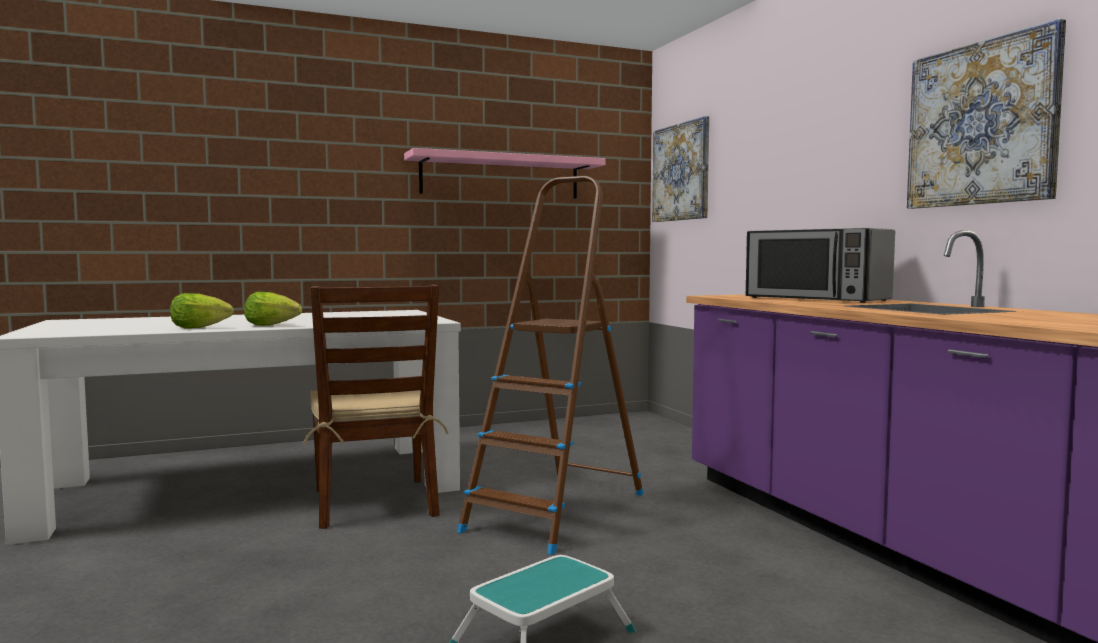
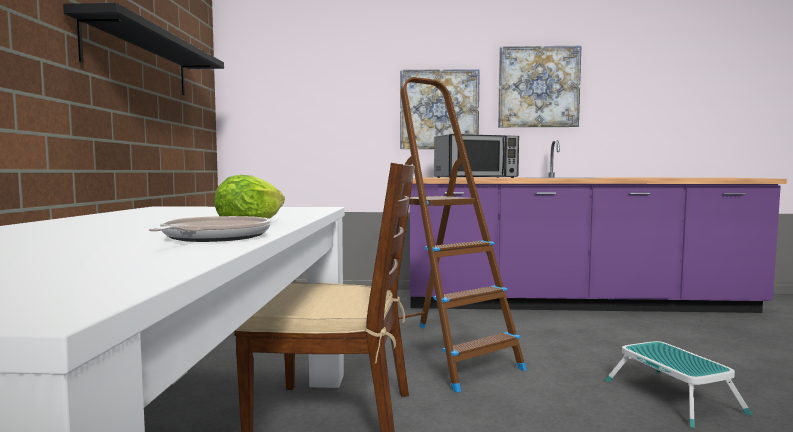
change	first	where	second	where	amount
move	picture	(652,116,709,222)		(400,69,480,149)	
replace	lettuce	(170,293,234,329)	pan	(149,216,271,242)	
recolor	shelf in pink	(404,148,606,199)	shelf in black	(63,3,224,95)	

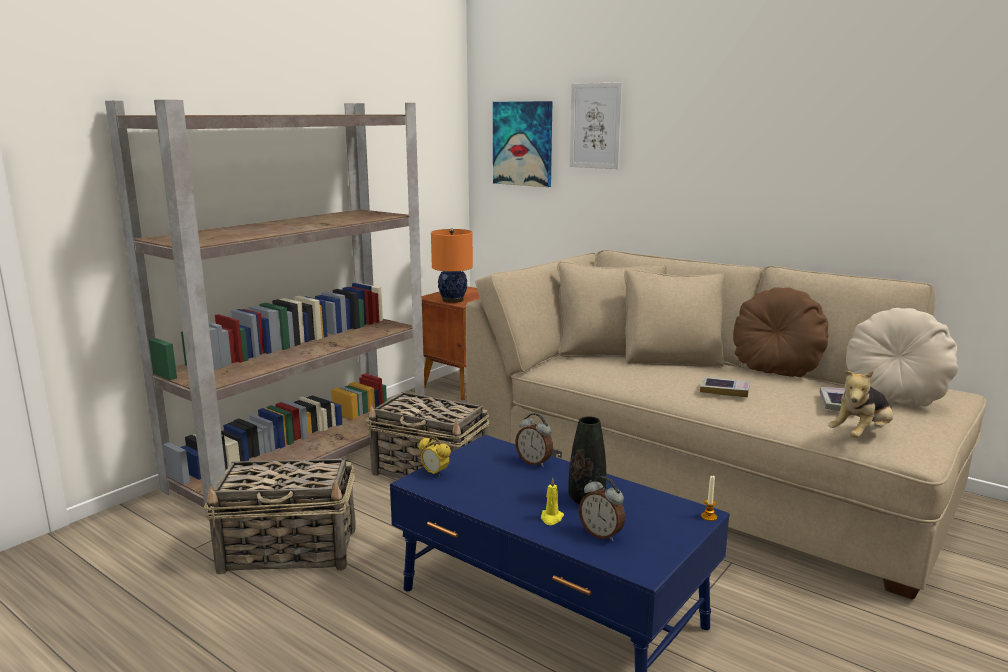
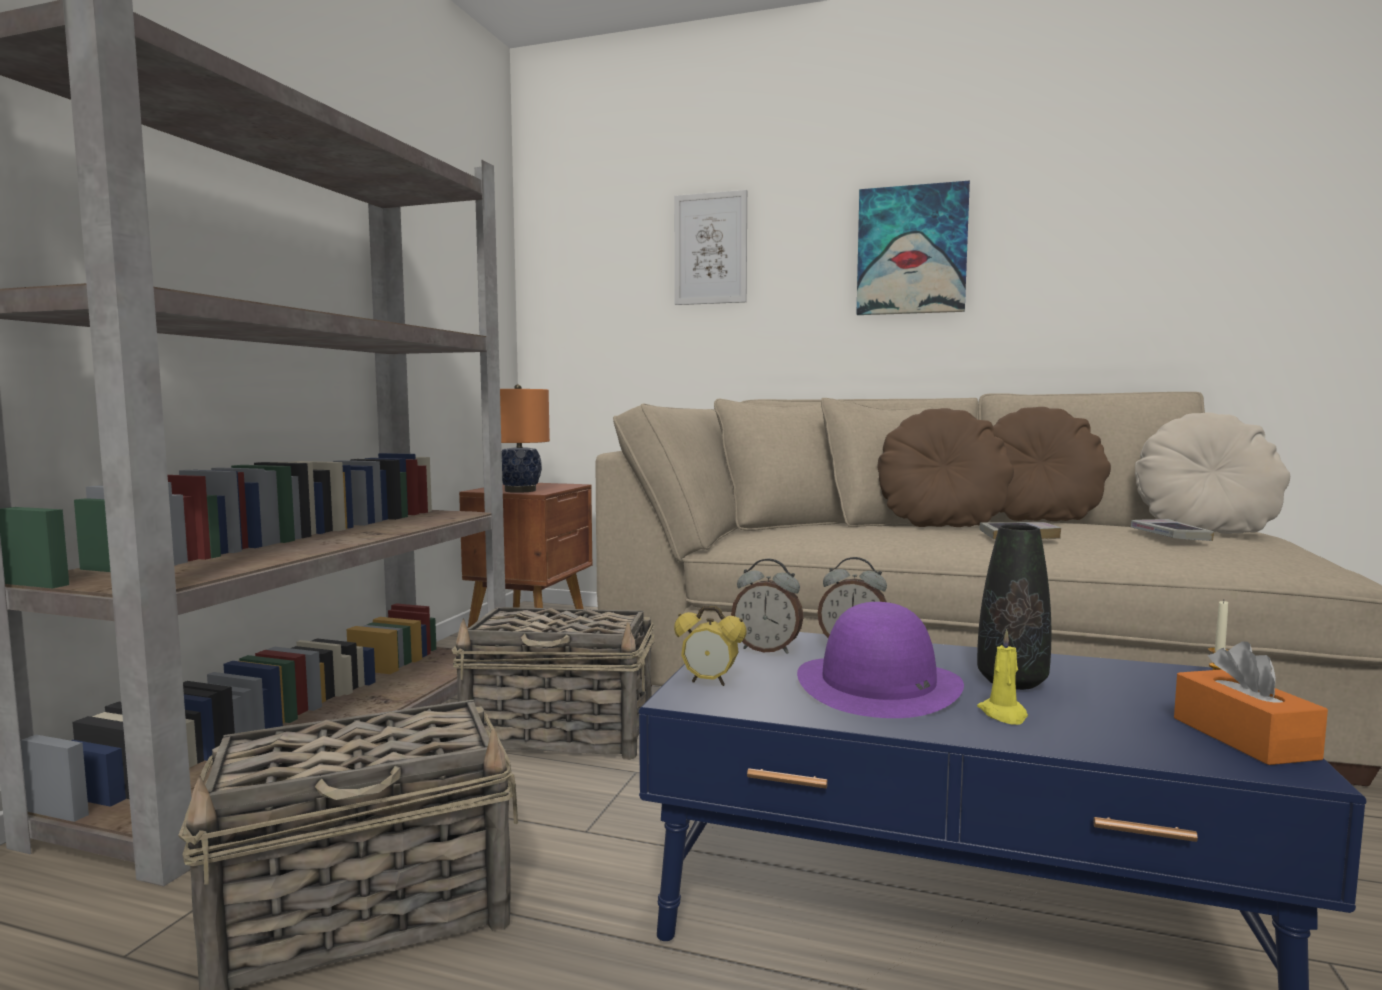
change	first	where	second	where	amount
delete	cuddly toy	(828,370,893,438)			
insert			clothing hat in purplish	(797,602,964,718)	
insert			throw pillow in brownish	(877,408,1014,527)	
insert			box of tissues in orange-coloured	(1174,641,1328,765)	
move	picture	(493,101,552,187)		(856,180,970,315)	
move	alarm clock	(579,476,625,541)		(731,559,803,654)	

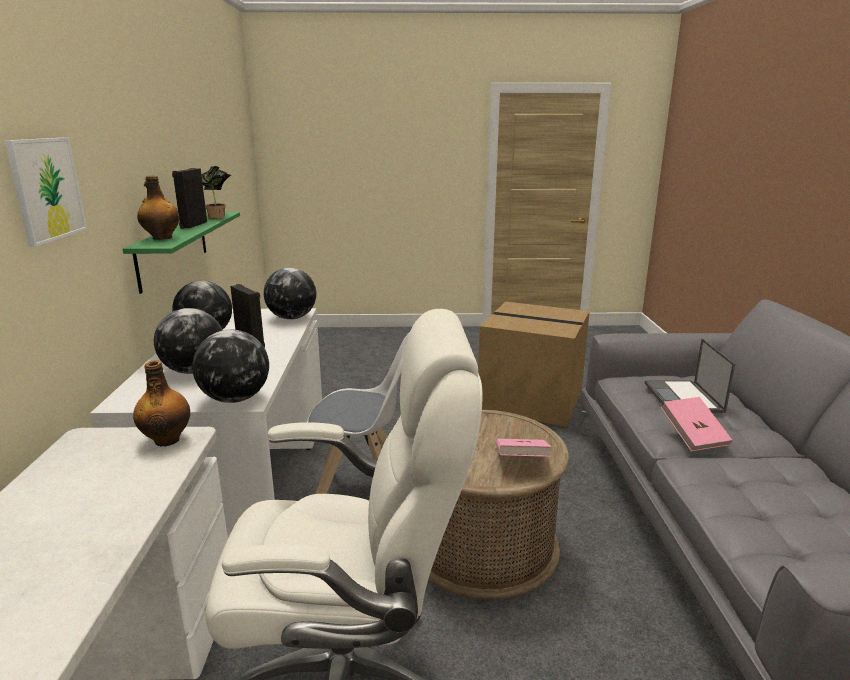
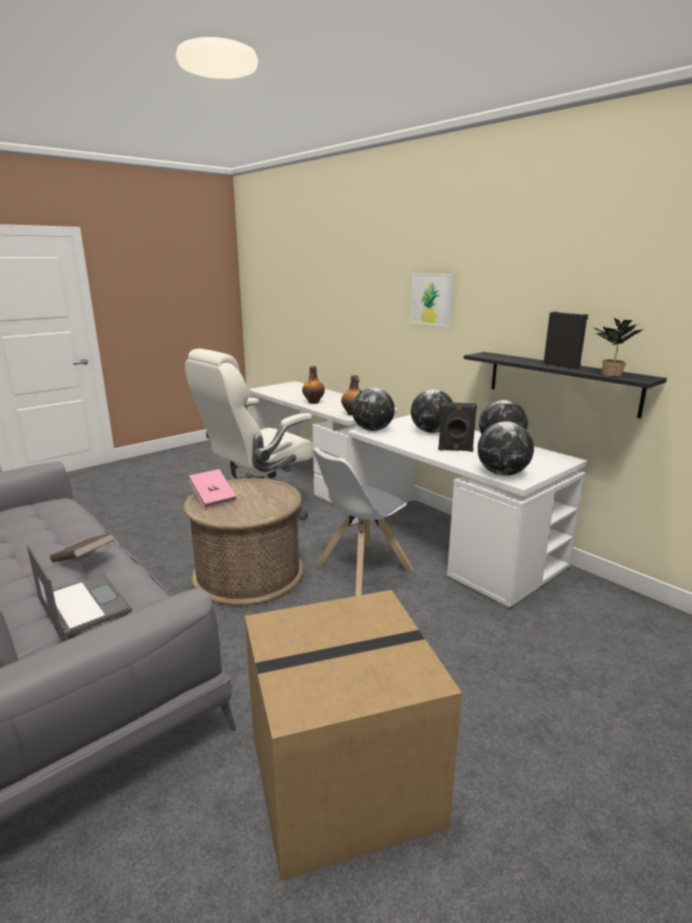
change	first	where	second	where	amount
move	bottle	(137,176,180,240)		(302,366,325,404)	
recolor	shelf in green	(123,212,240,294)	shelf in black	(464,352,667,419)	
recolor	volume in pink	(661,397,733,452)	volume in brownish	(50,533,114,563)	

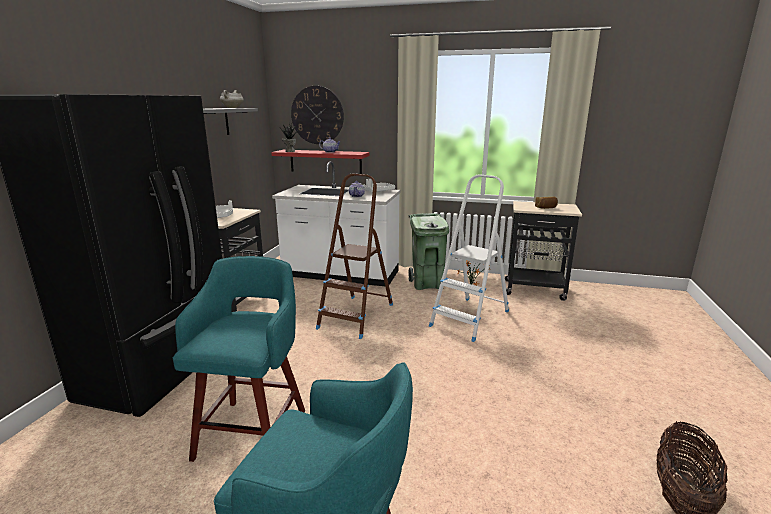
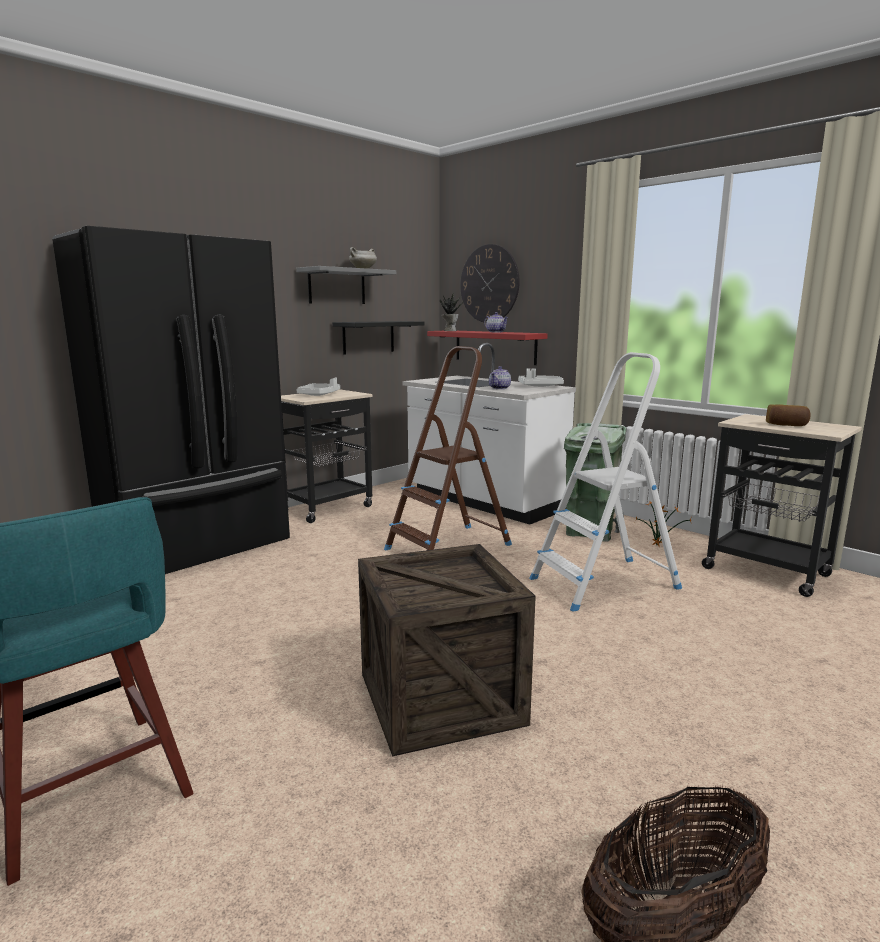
change	first	where	second	where	amount
delete	stool seat in turquoise-coloured	(173,256,305,462)			
insert			shelf in black	(332,321,424,355)	
insert			shipping crate	(358,544,536,757)	

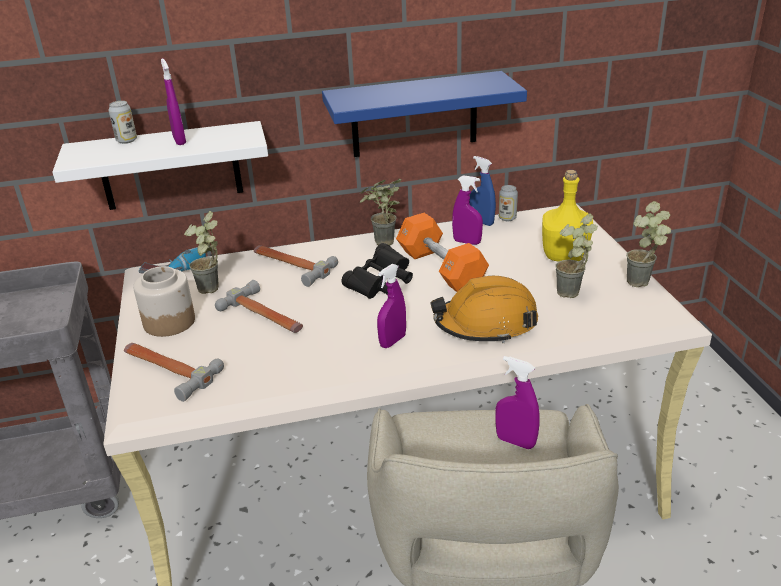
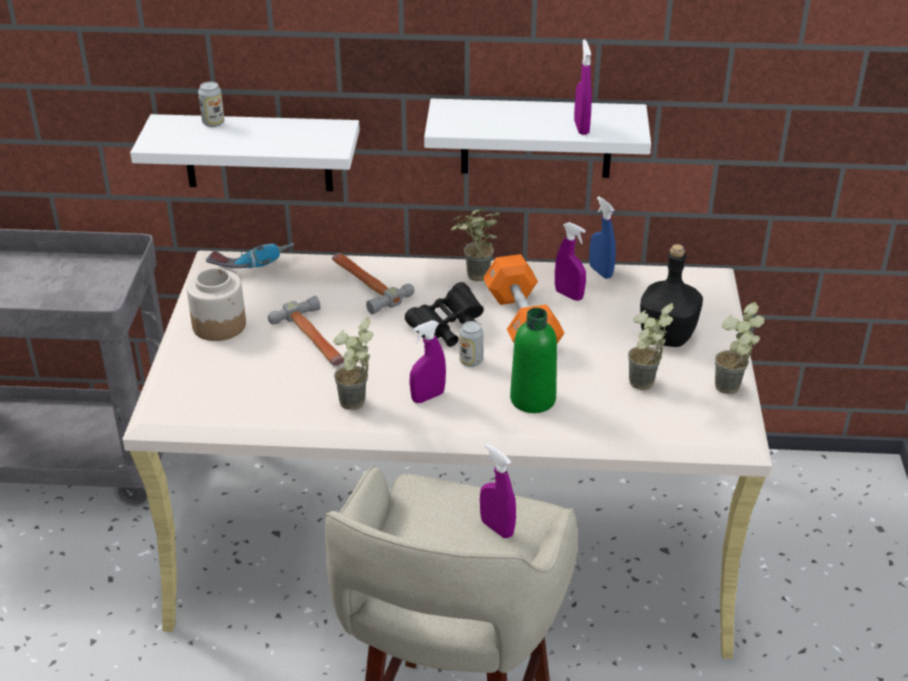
change	first	where	second	where	amount
delete	hammer	(124,343,224,402)			
move	hand sprayer in purplish	(161,58,186,145)		(574,39,592,135)	
move	houseplant	(184,211,219,294)		(333,317,374,410)	
move	metal can	(499,185,518,221)		(459,321,483,367)	
replace	work helmet in orange-coloured	(430,276,538,344)	bottle in green	(510,308,557,413)	
recolor	shelf in blue-coloured	(322,71,527,157)	shelf in whitish	(424,99,651,178)	
recolor	bottle in yellowish	(542,170,593,262)	bottle in black	(640,244,703,347)	

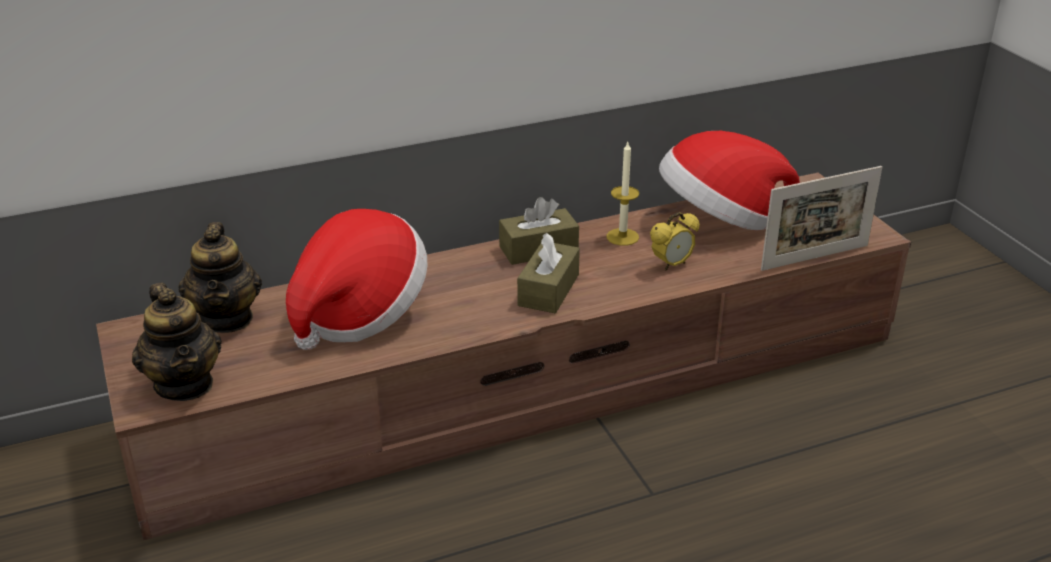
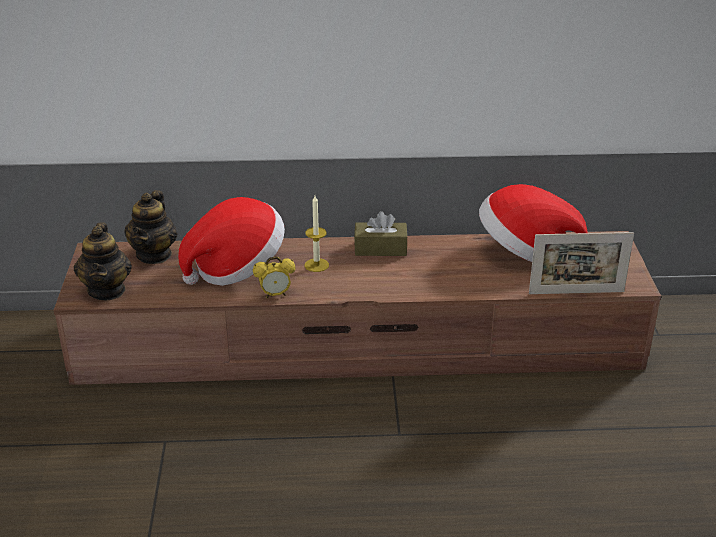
change	first	where	second	where	amount
delete	box of tissues in brownish	(517,233,580,313)			
move	wax candle	(606,142,639,246)		(305,196,329,272)	
move	alarm clock	(650,212,700,271)		(253,256,295,298)	

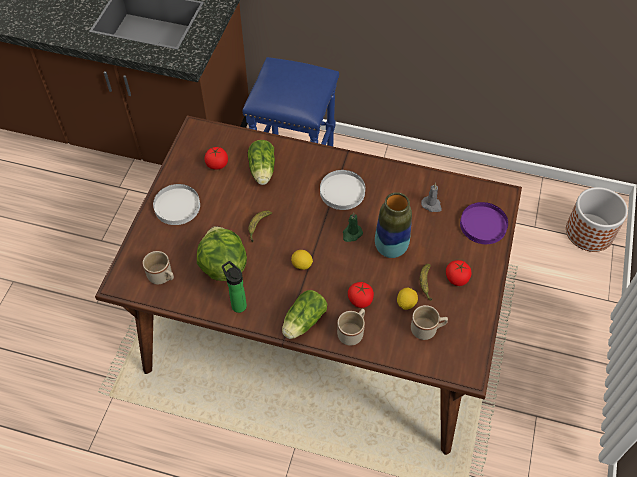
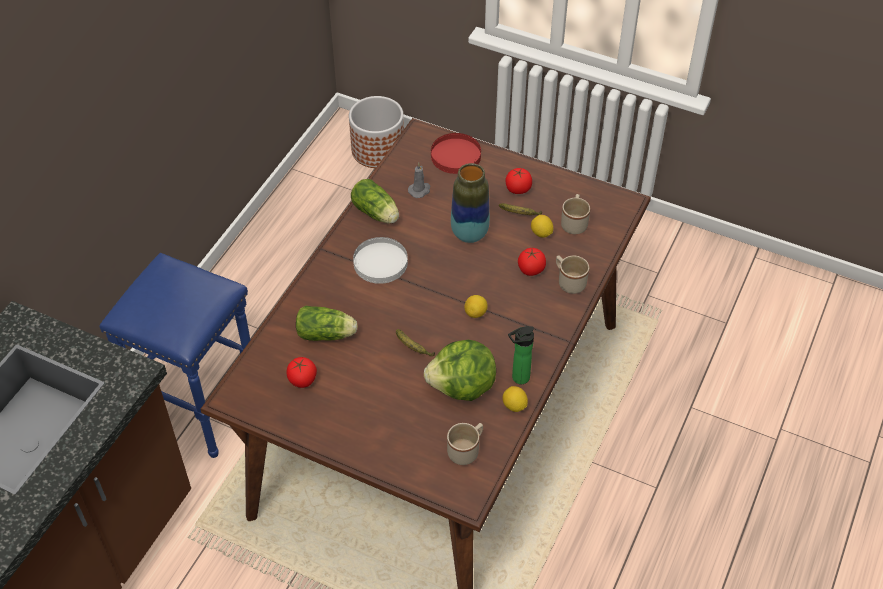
change	first	where	second	where	amount
delete	plate in whitish	(153,184,200,225)			
delete	wax candle in green	(343,212,363,242)			
insert			whole lemon	(502,386,528,412)	
move	lettuce	(282,290,327,339)		(351,179,399,223)	
recolor	plate in purplish	(460,202,508,244)	plate in red-coloured	(431,133,481,174)	

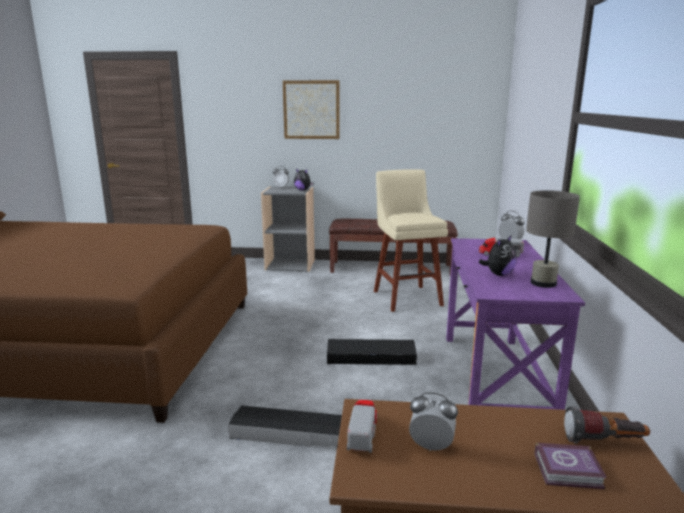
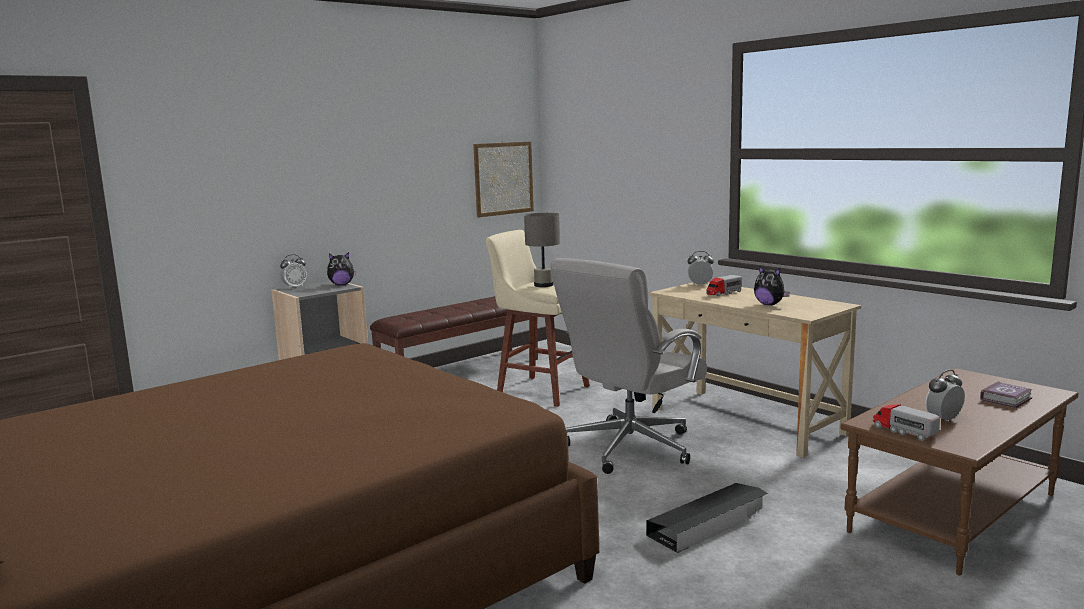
change	first	where	second	where	amount
delete	flashlight	(564,406,650,443)			
move	picture	(283,80,340,139)		(473,141,534,218)	
move	table lamp in greyish	(526,190,580,288)		(524,213,560,287)	
replace	storage bin in black	(327,339,417,365)	office chair in greyish	(550,258,707,474)	
recolor	desk unit in purplish	(446,238,585,410)	desk unit in sand-coloured	(649,282,861,458)	
rotate	cuddly toy	(479,235,517,276)		(754,266,790,305)	135 degrees clockwise

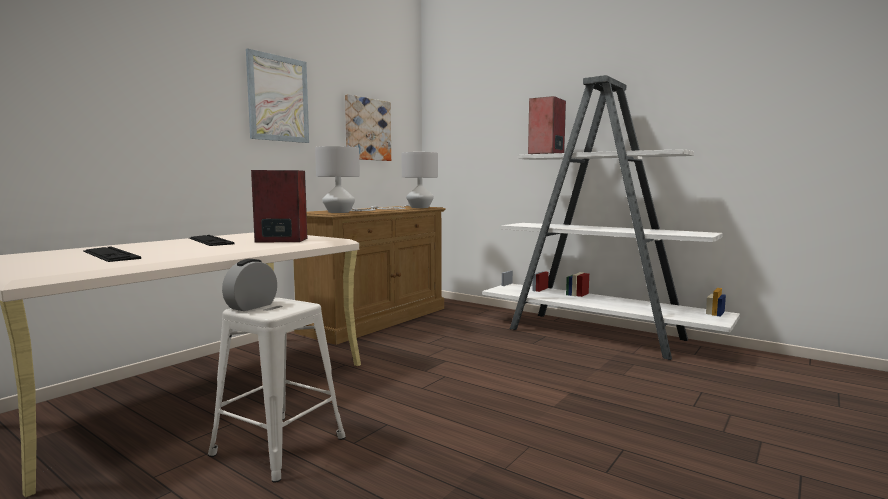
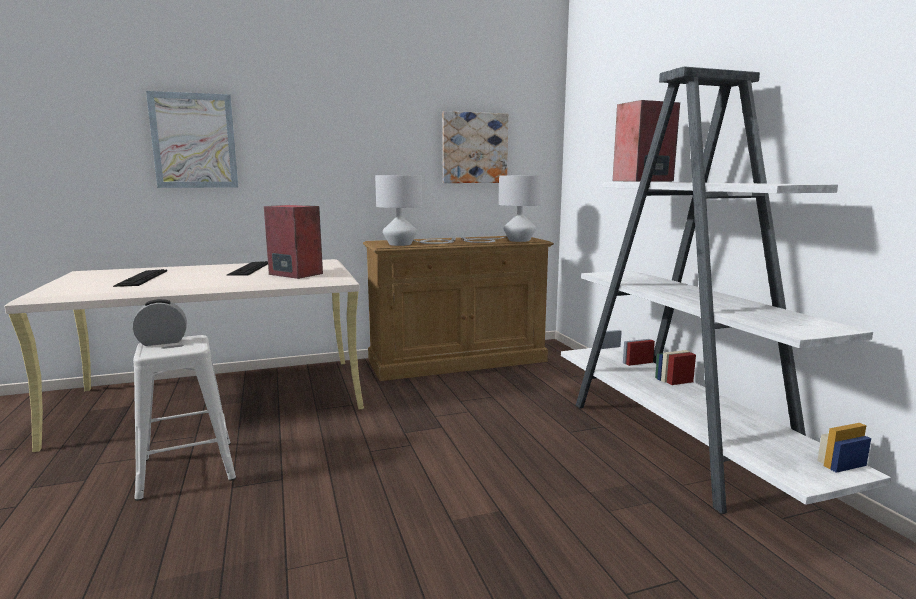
change	first	where	second	where	amount
move	picture	(246,48,309,143)		(146,91,238,188)	

